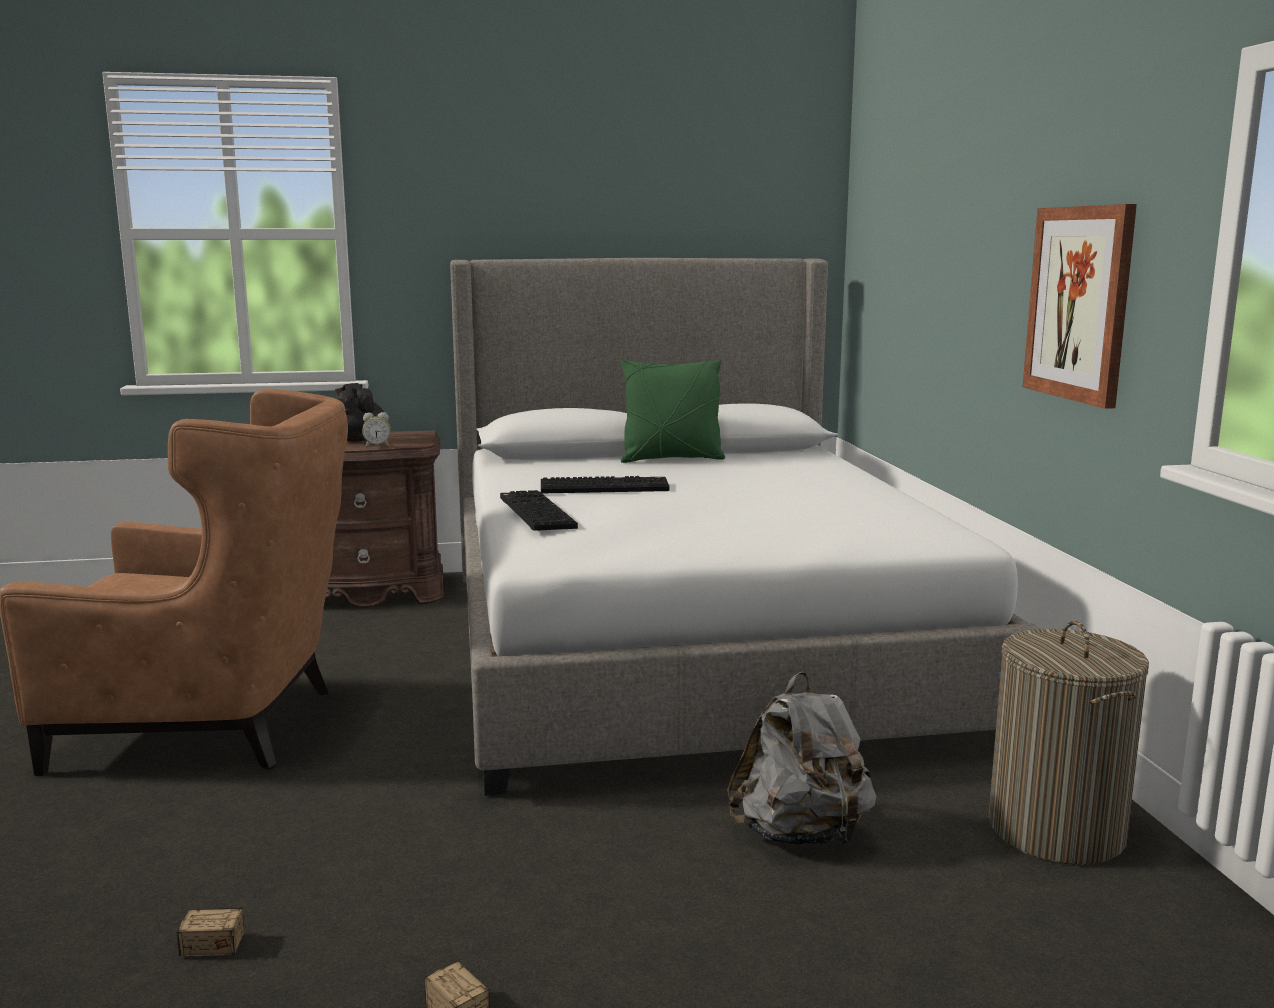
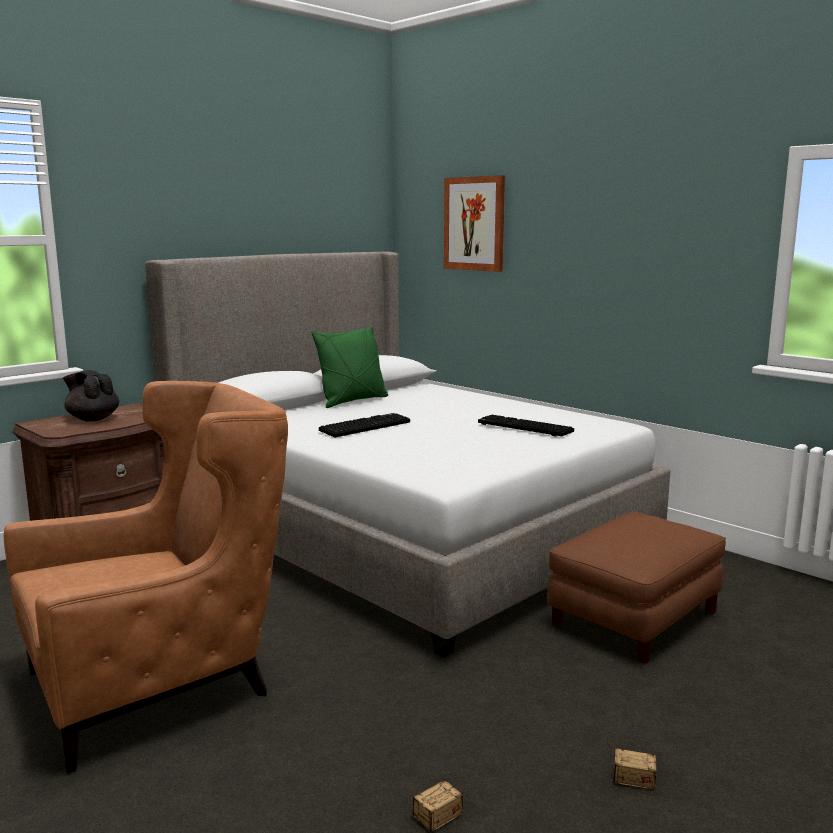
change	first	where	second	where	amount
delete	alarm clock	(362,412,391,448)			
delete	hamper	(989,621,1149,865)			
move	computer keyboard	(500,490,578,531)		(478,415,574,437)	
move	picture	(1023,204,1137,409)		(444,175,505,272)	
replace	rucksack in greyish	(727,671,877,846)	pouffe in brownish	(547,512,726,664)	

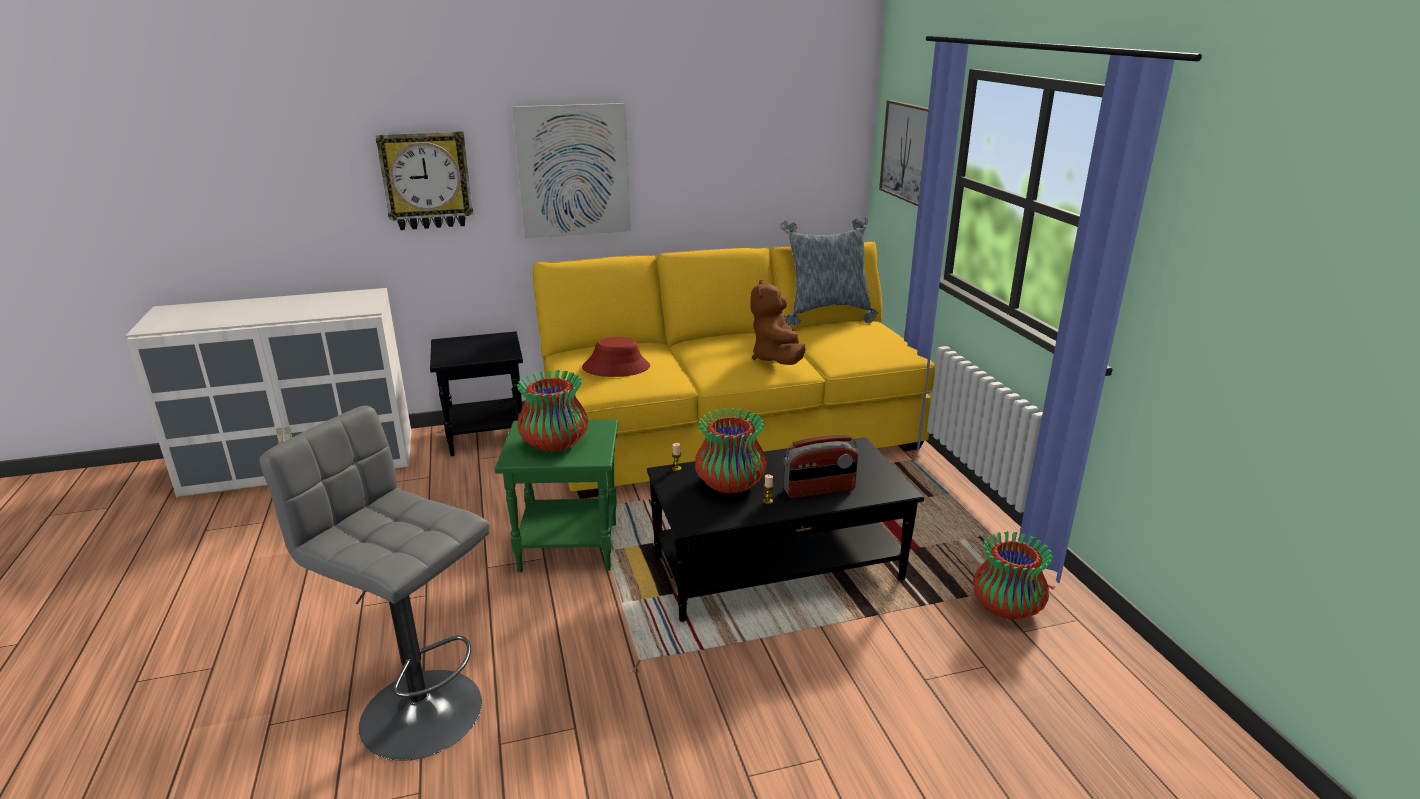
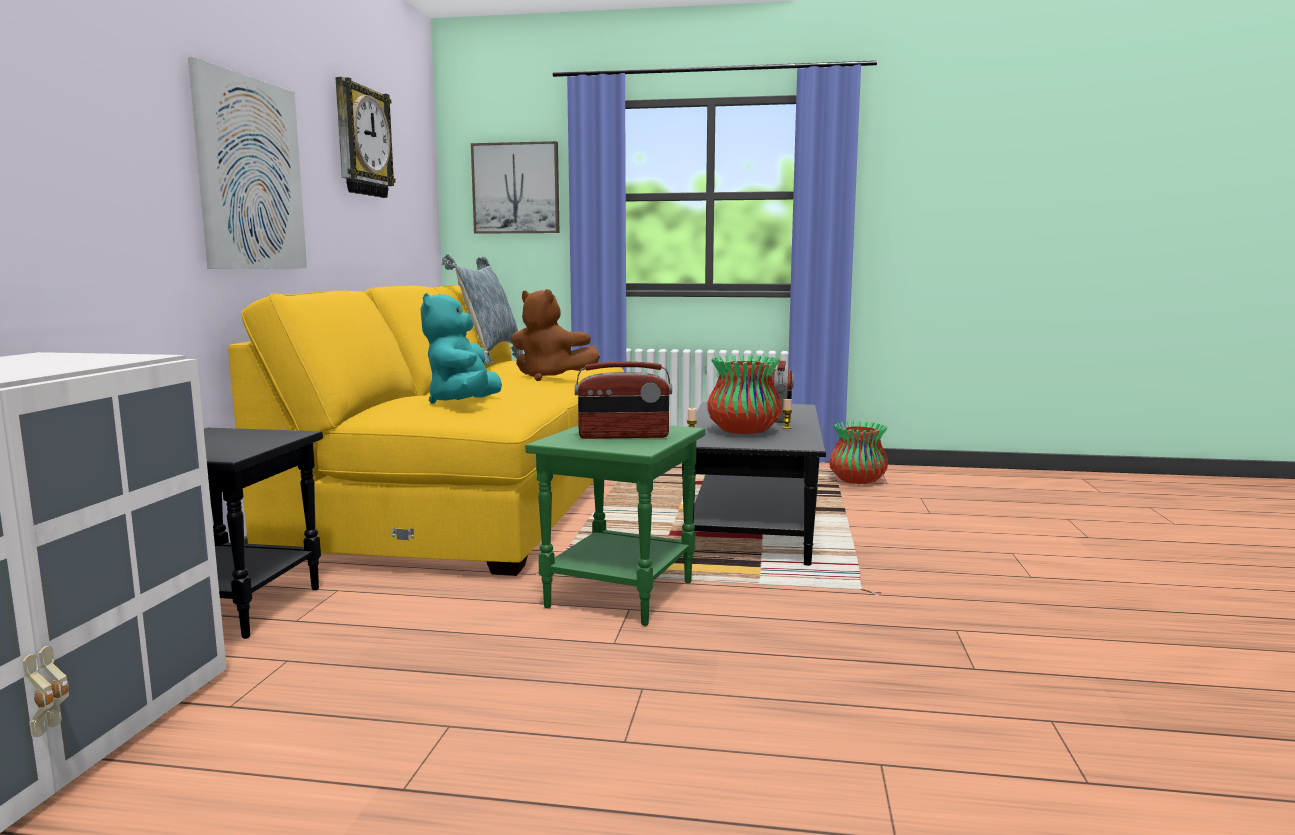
change	first	where	second	where	amount
delete	stool seat in greyish	(259,406,490,761)			
move	hanging clock	(376,131,473,230)		(335,77,396,198)	
replace	decorative vase	(517,370,588,452)	radio	(575,362,672,439)	
replace	clothing hat in red-coloured	(582,337,650,377)	cuddly toy in turquoise-coloured	(420,293,502,404)	

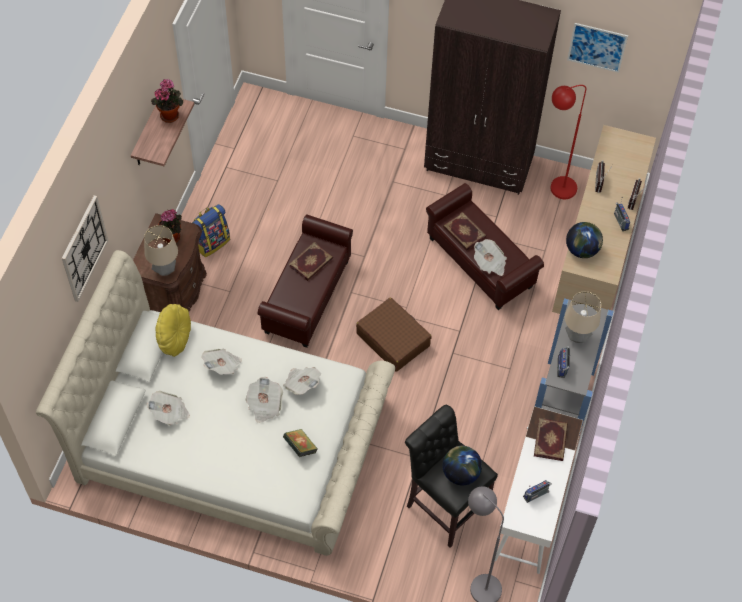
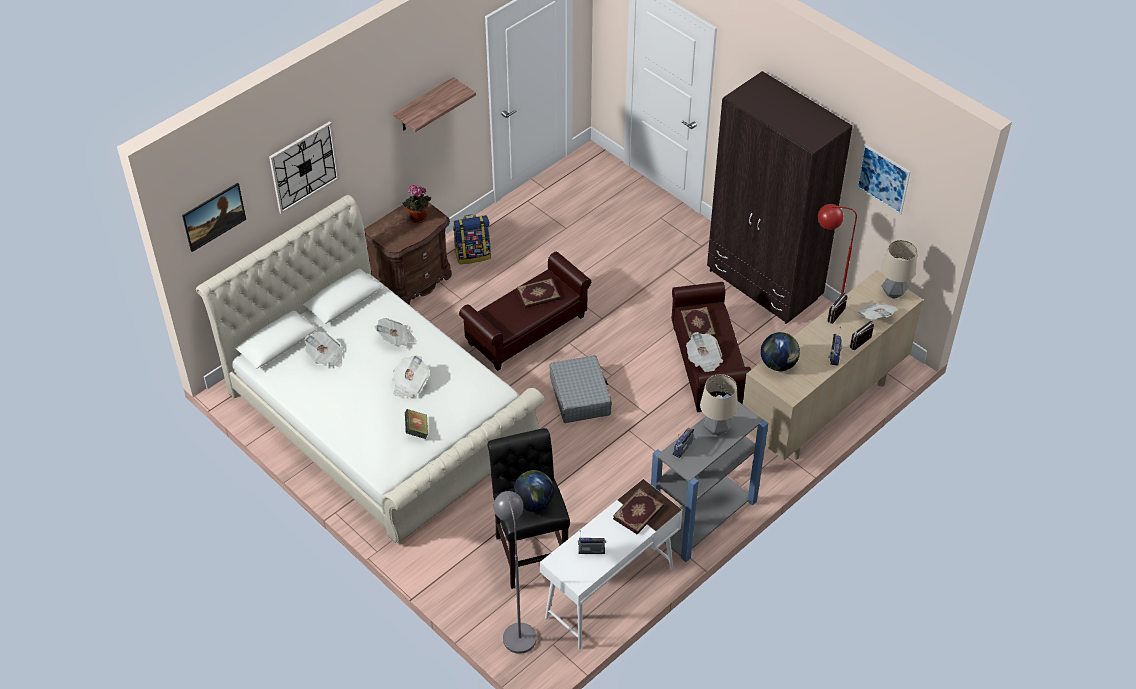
change	first	where	second	where	amount
delete	houseplant	(151,79,183,123)			
delete	throw pillow in yellowish	(156,304,191,357)			
insert			picture	(182,183,246,252)	
move	table lamp	(144,225,178,276)		(881,240,917,299)	
move	daily paper	(283,367,321,395)		(857,302,898,319)	
recolor	suitcase in brownish	(356,298,432,372)	suitcase in greyish	(549,355,612,423)	

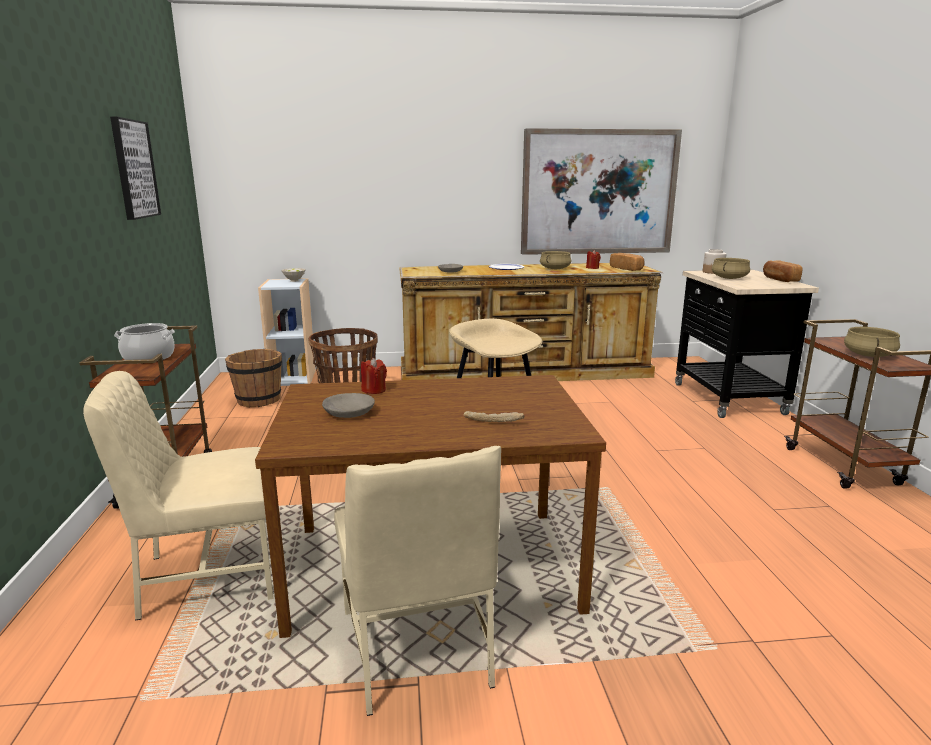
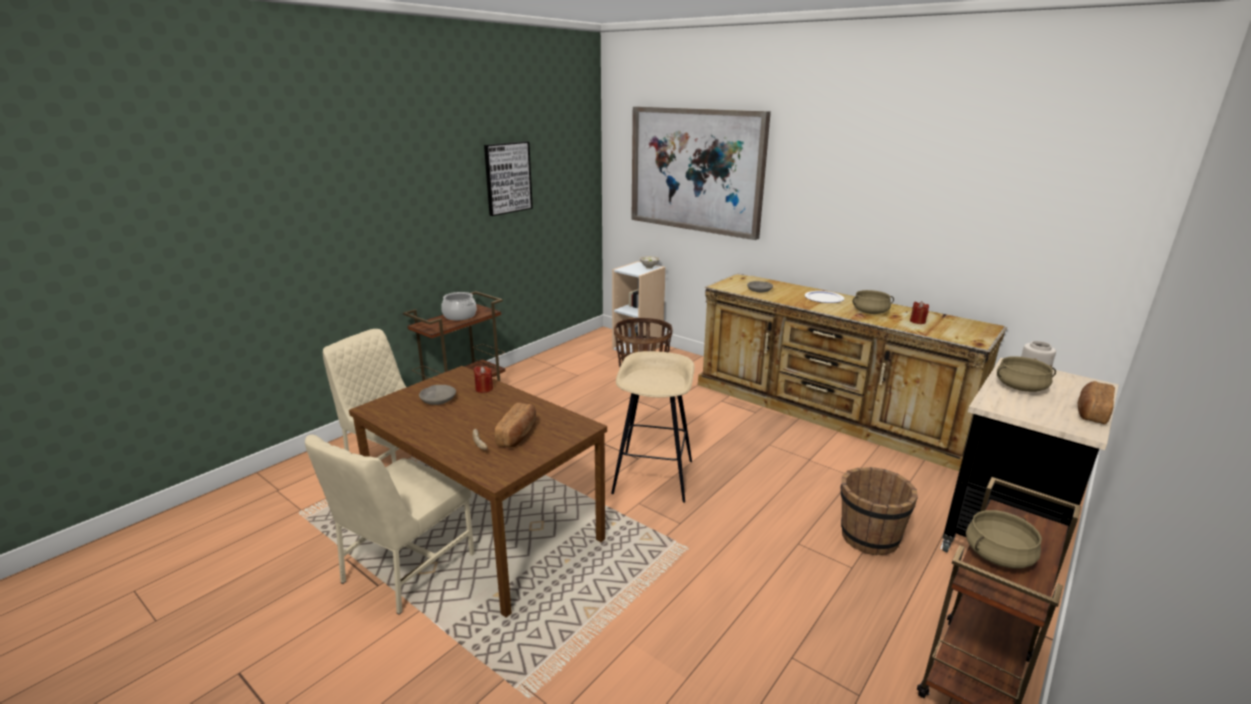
change	first	where	second	where	amount
move	pail in brownish	(225,349,282,407)		(841,467,918,555)	
move	picture	(521,128,682,255)		(632,107,771,240)	
move	bread	(610,253,645,271)		(495,403,536,448)	

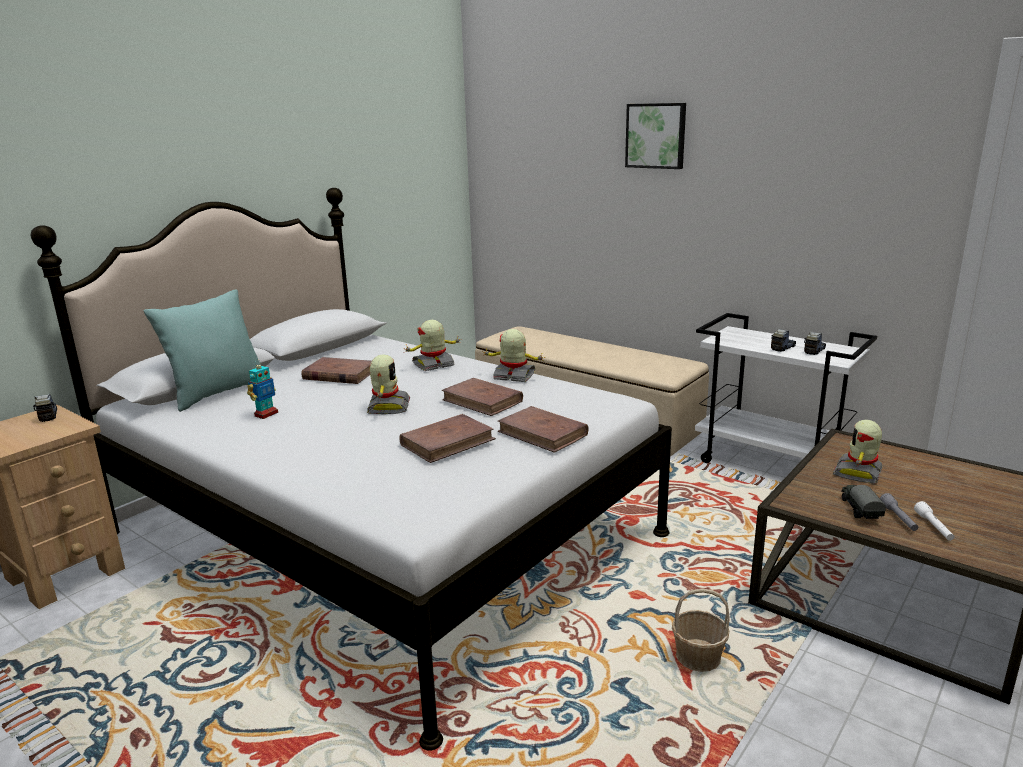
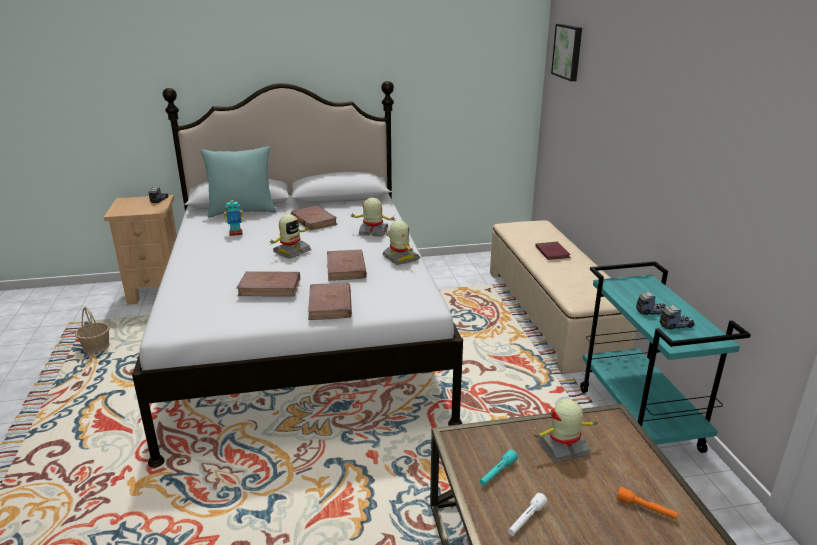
change	first	where	second	where	amount
delete	flashlight in greyish	(880,493,918,531)			
insert			volume in red-coloured	(535,241,571,260)	
insert			flashlight in orange-coloured	(617,487,678,520)	
move	picture	(625,103,686,169)		(551,24,582,81)	
move	basket	(672,588,730,672)		(75,307,110,354)	
replace	model truck	(841,485,886,520)	flashlight in turquoise-coloured	(480,449,518,486)	
recolor	cart in whitish	(695,313,877,463)	cart in turquoise-coloured	(580,261,751,453)	

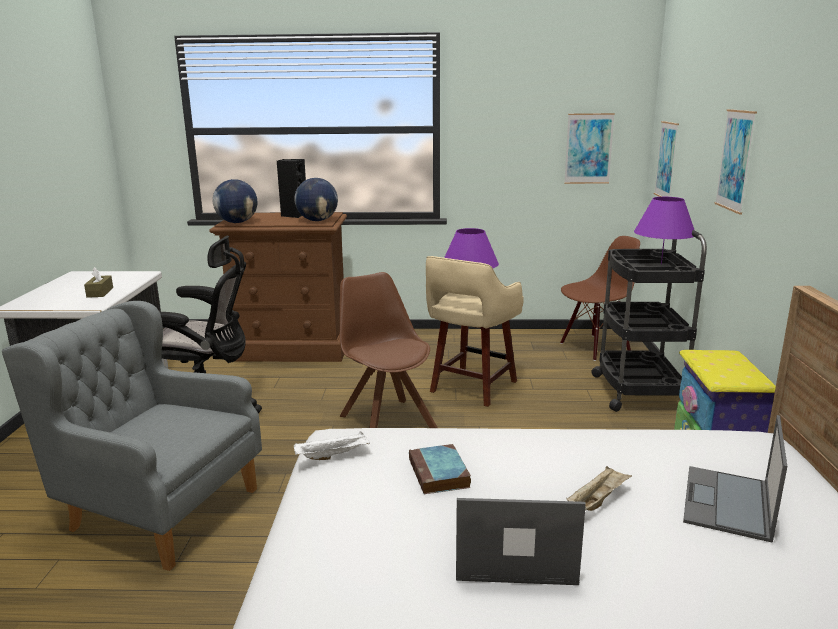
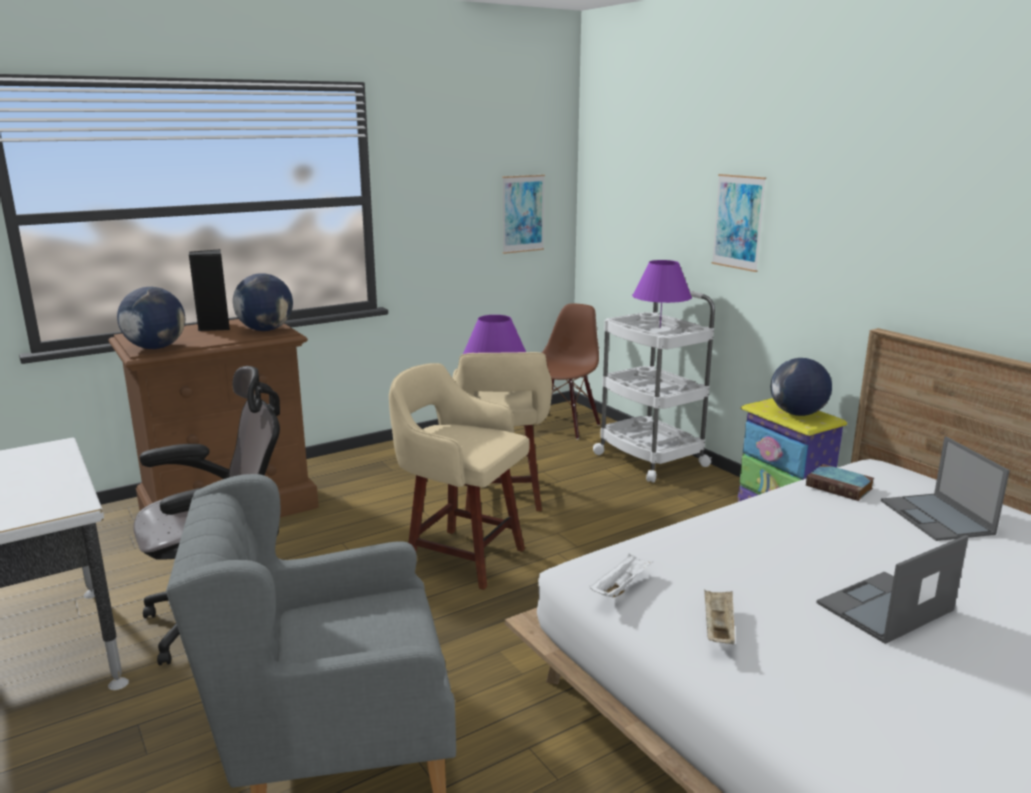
change	first	where	second	where	amount
delete	box of tissues in brownish	(84,267,113,298)			
delete	picture	(654,121,679,197)			
insert			desk globe	(771,358,832,416)	
move	volume	(409,444,471,494)		(806,464,874,501)	
move	carrying tray in sand-coloured	(567,466,632,511)		(704,590,735,644)	
replace	plain chair in brownish	(339,272,438,428)	stool seat in sand-coloured	(389,363,530,590)	
recolor	cart in black	(591,230,707,412)	cart in whitish	(593,291,715,483)	

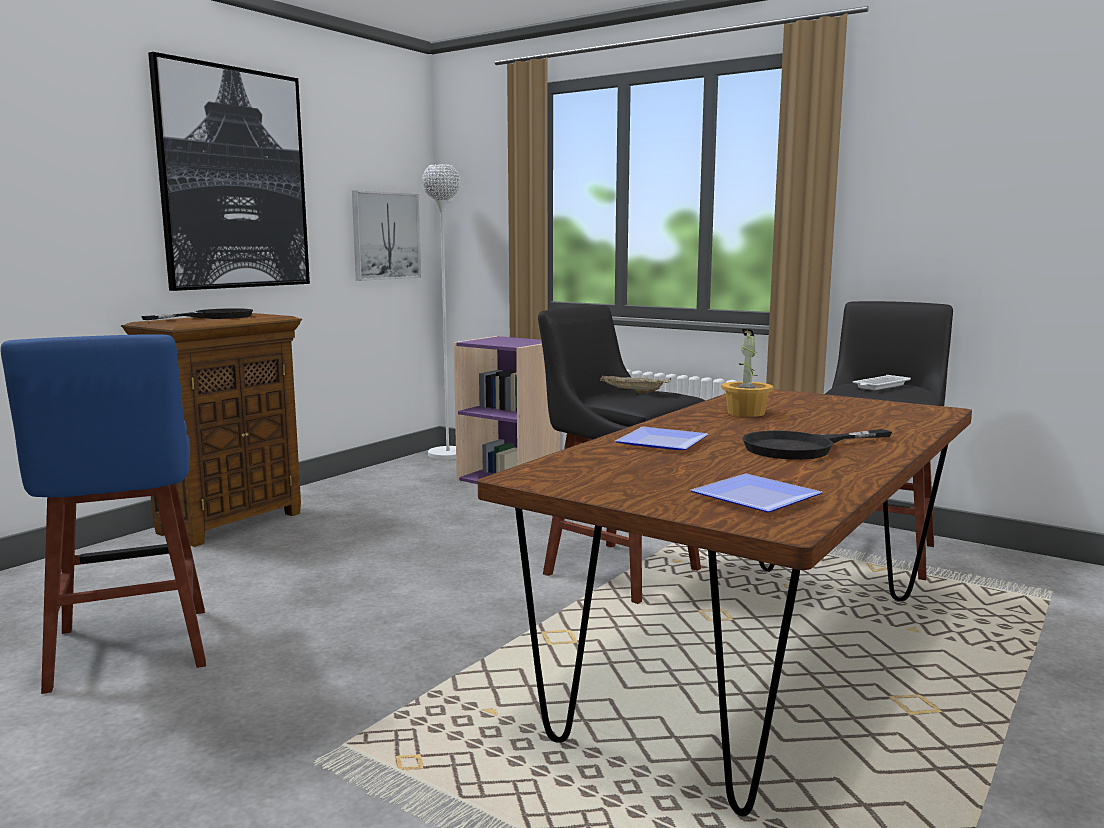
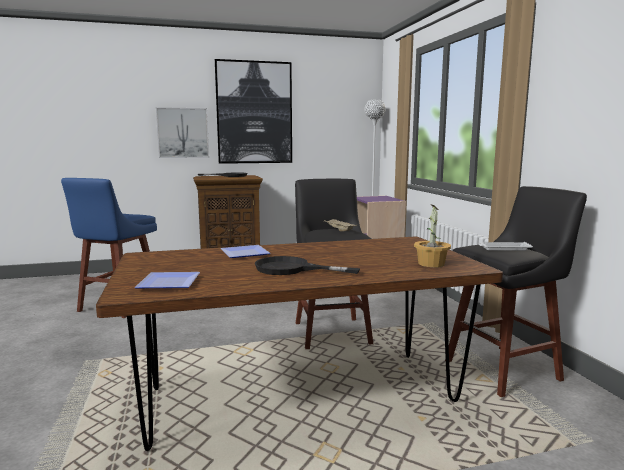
change	first	where	second	where	amount
move	picture	(352,190,421,281)		(156,107,209,158)	
move	houseplant	(722,329,774,417)		(414,204,451,267)	

